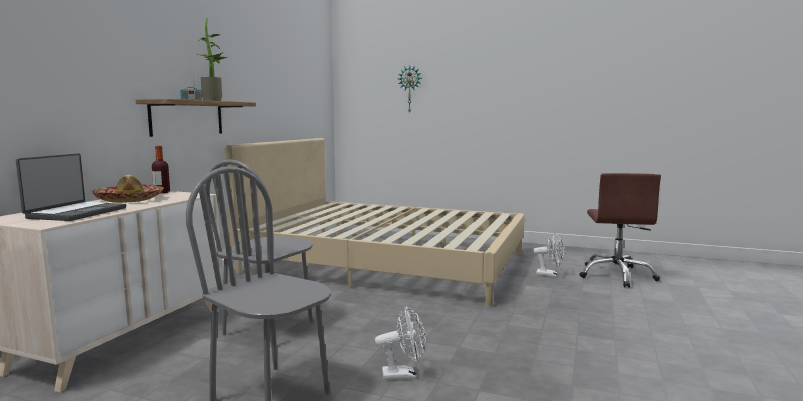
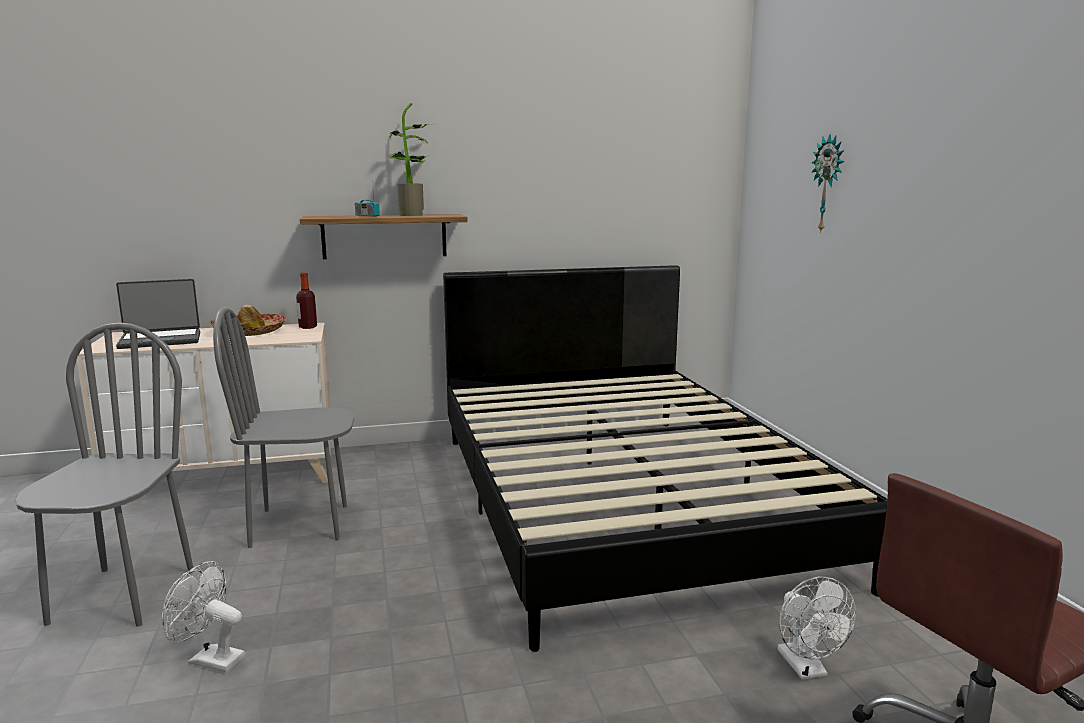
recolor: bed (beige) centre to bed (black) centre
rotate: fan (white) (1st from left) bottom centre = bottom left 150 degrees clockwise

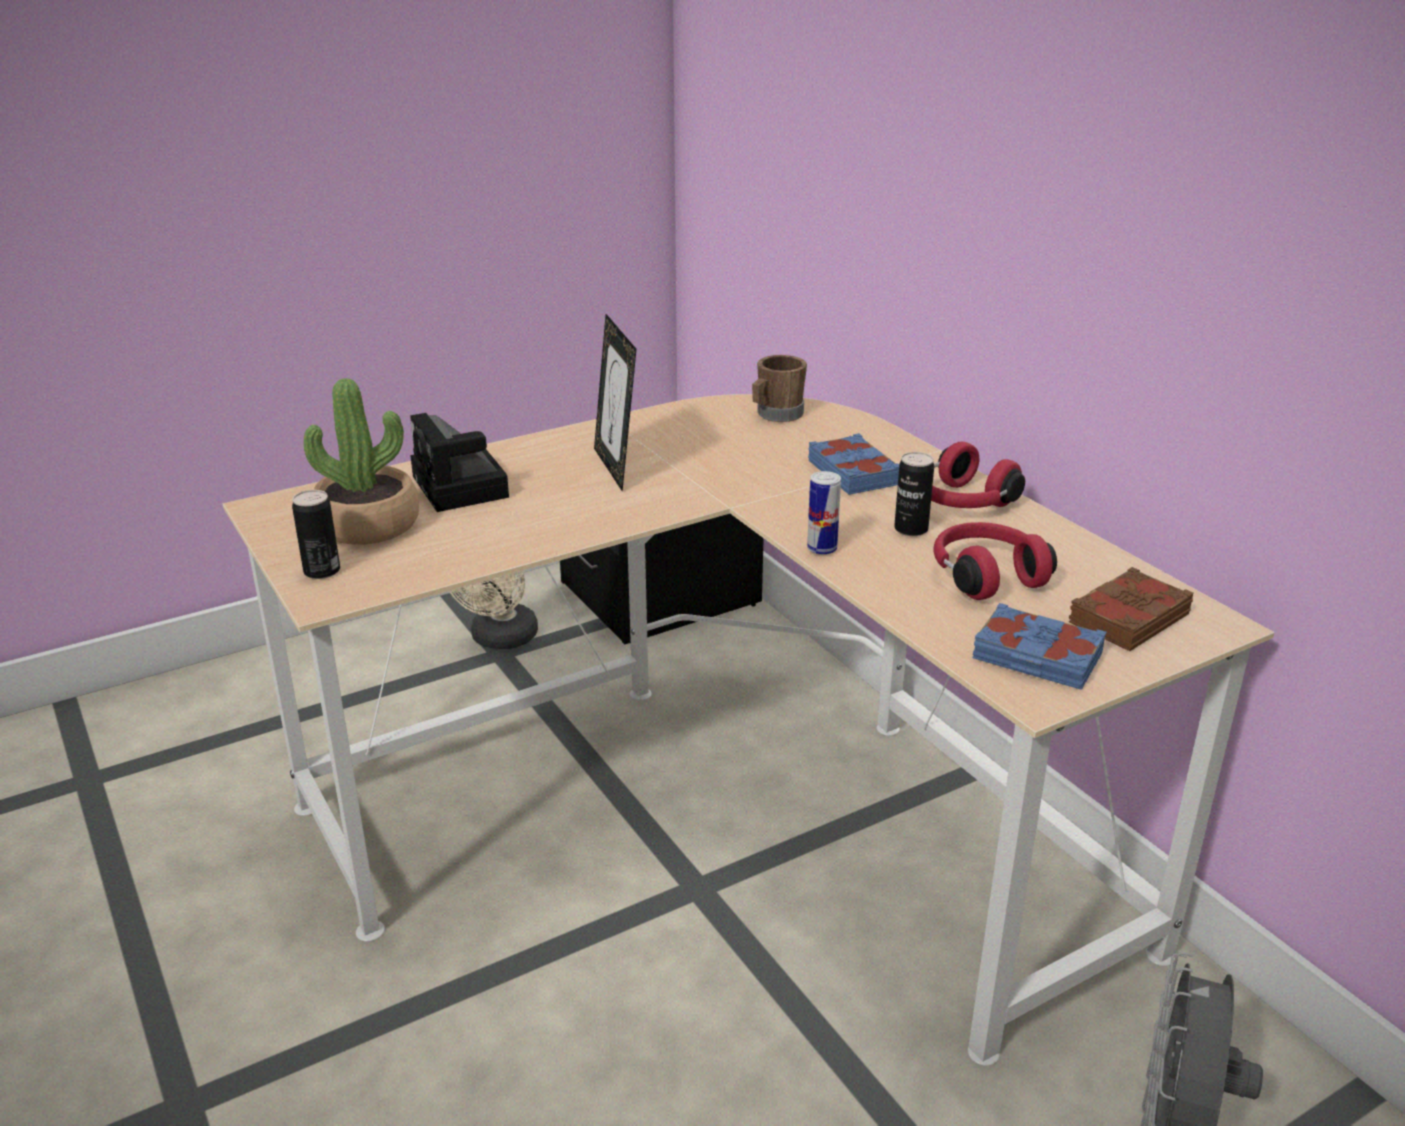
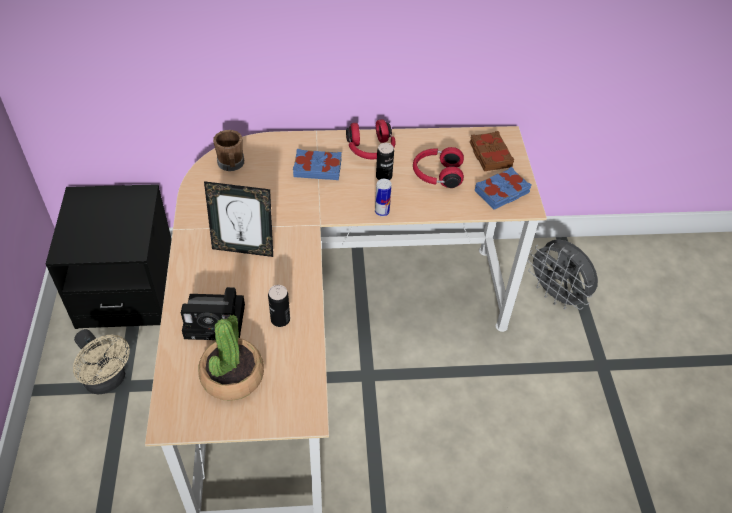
move: can (1st from left) middle left to centre

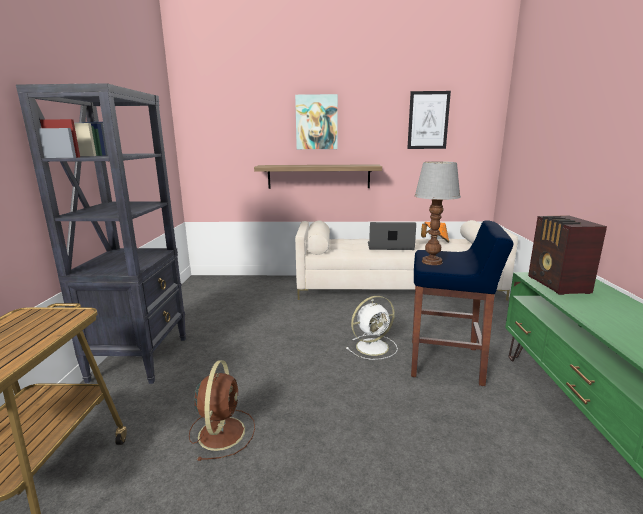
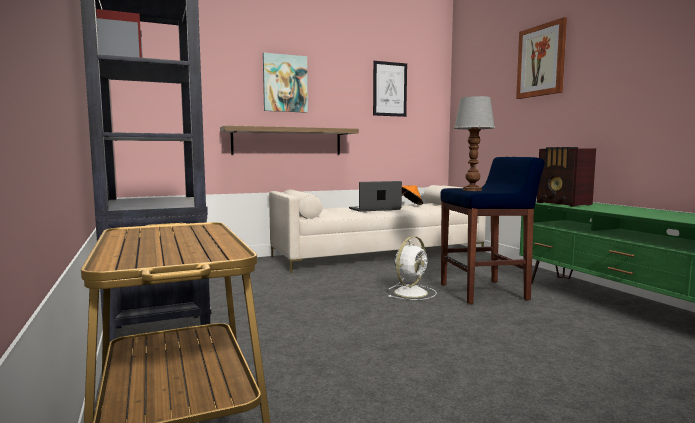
delete: fan (brown) bottom centre
insert: picture (3rd from left) top right

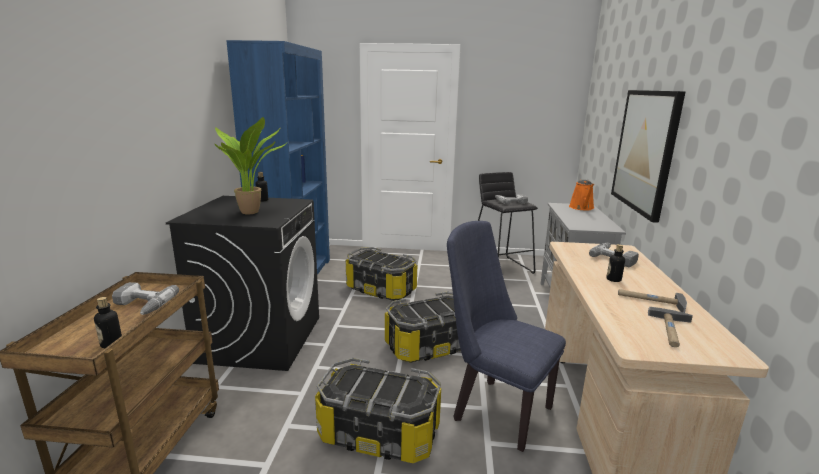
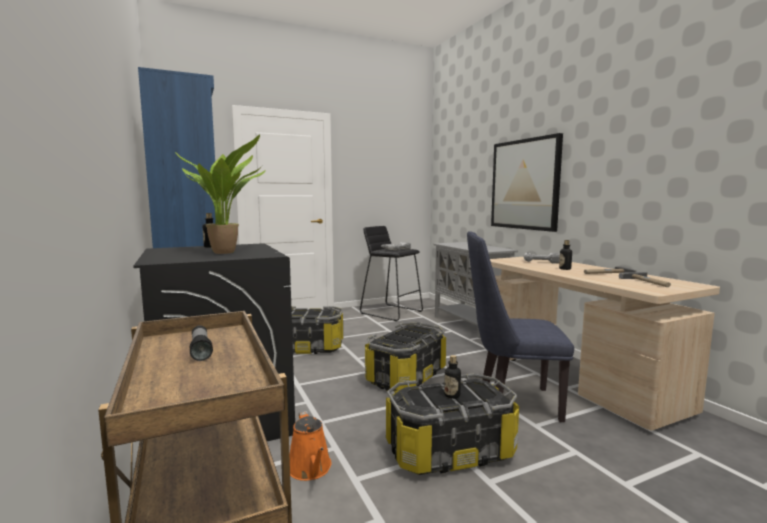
move: bottle (1st from left in the first image) bottom left to bottle (2nd from left) bottom centre; watering can (orange) middle right to bottom centre
replace: power drill (1st from left) middle left to flashlight middle left

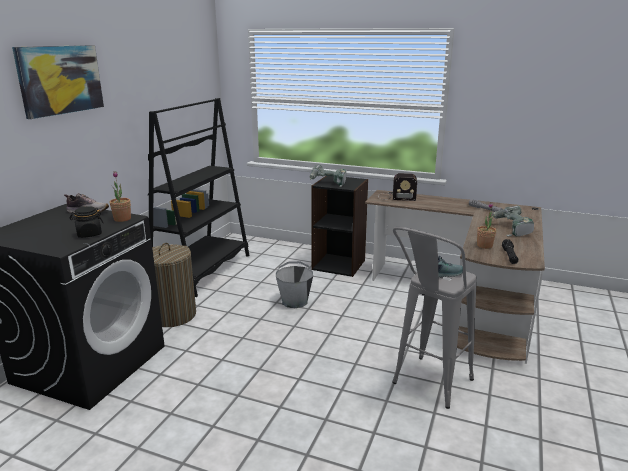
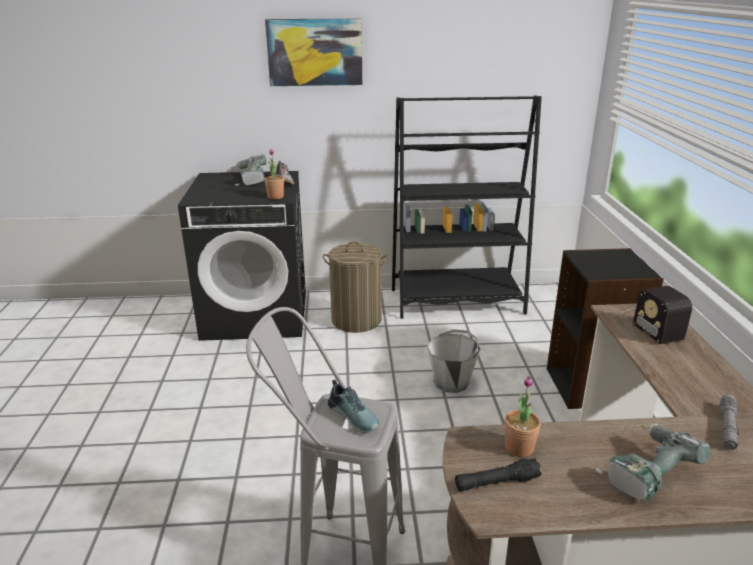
delete: jar (black) middle left
move: power drill (1st from left) centre to top left

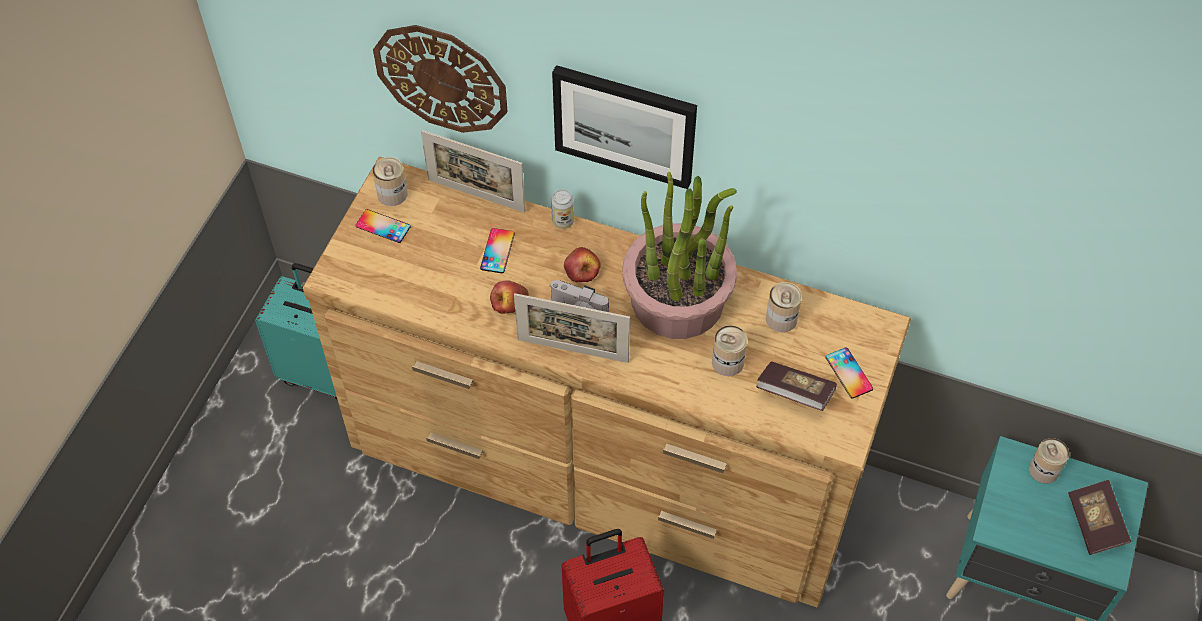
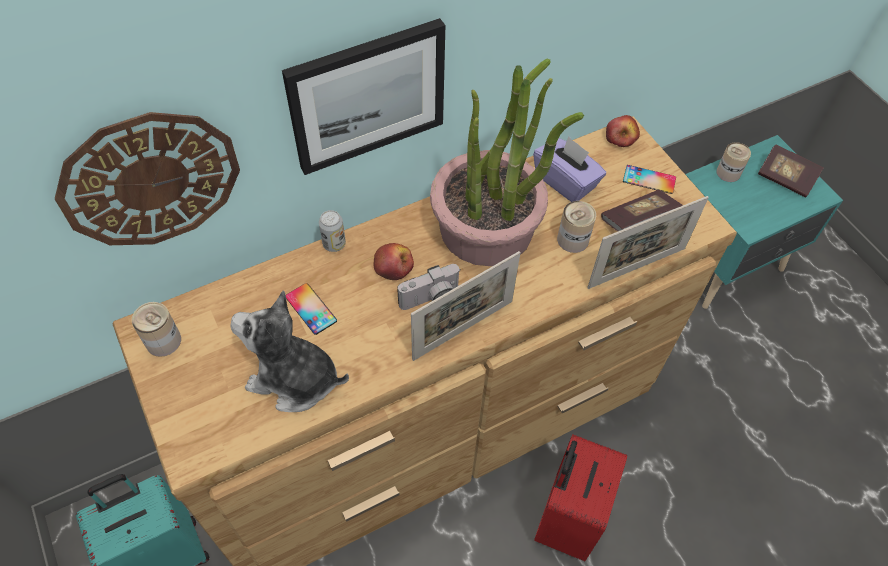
delete: phone (1st from left) middle left
insert: plush toy middle left
move: picture frame (1st from left in the first image) top centre to picture frame (2nd from left) middle right; apple (1st from left in the first image) centre to apple (2nd from left) top right
replace: can (4th from left) centre to tissue box (purple) top centre

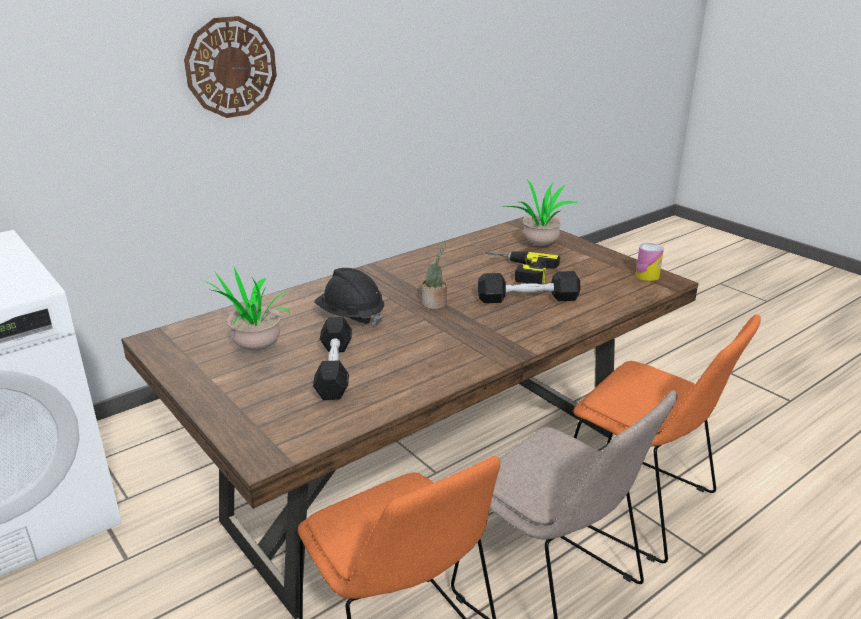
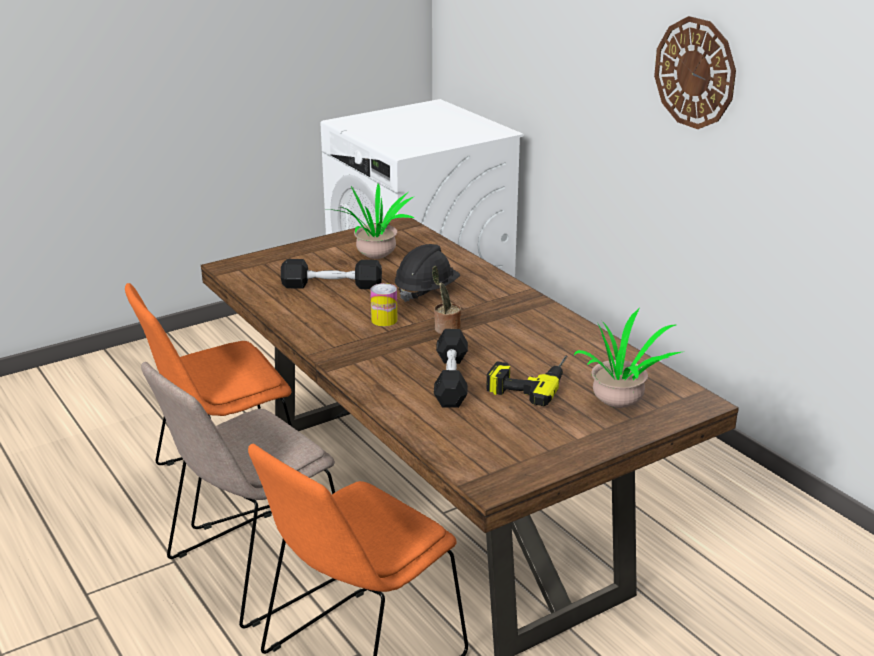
move: can middle right to centre

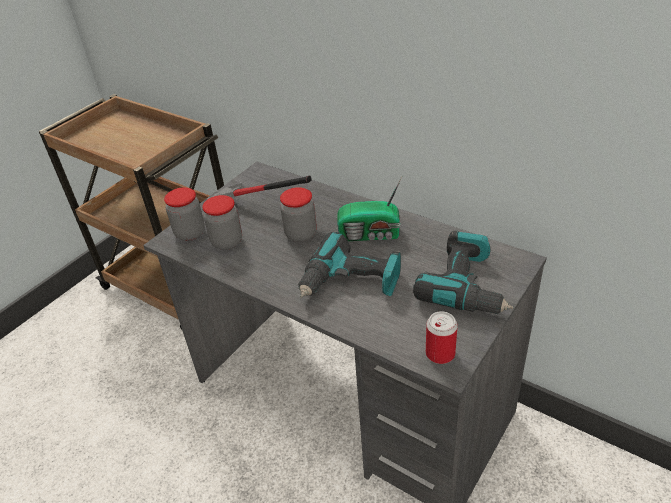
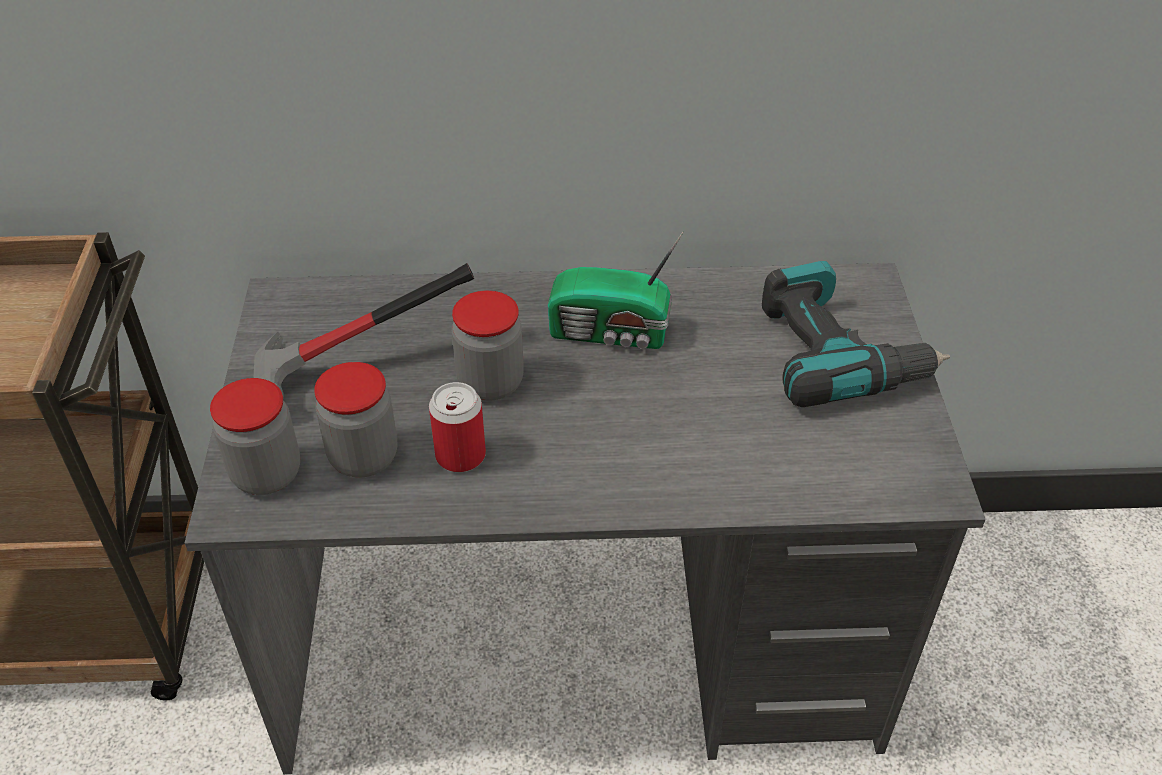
delete: power drill (1st from left) centre
move: can bottom centre to centre
rotate: radio centre = centre 45 degrees clockwise

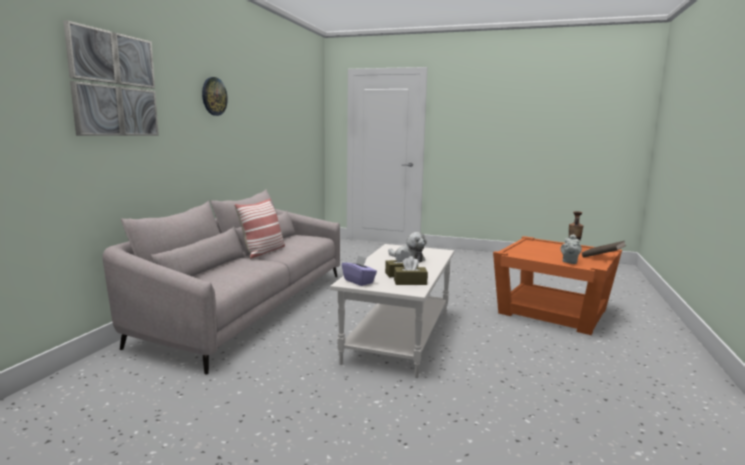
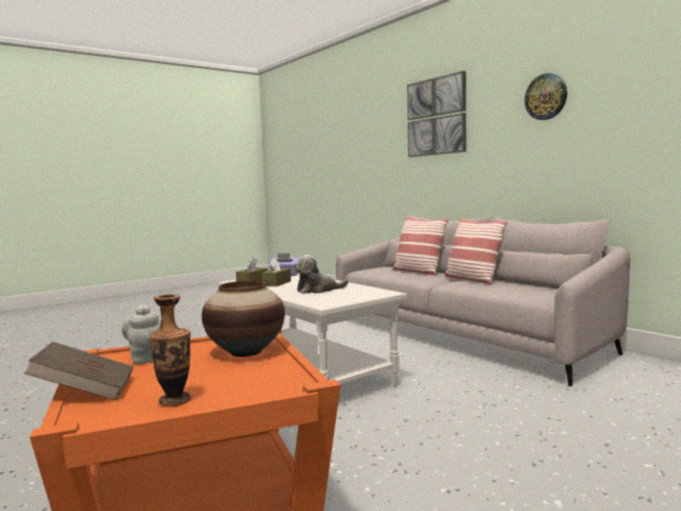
insert: vase (2nd from left) centre; pillow (1st from left) centre

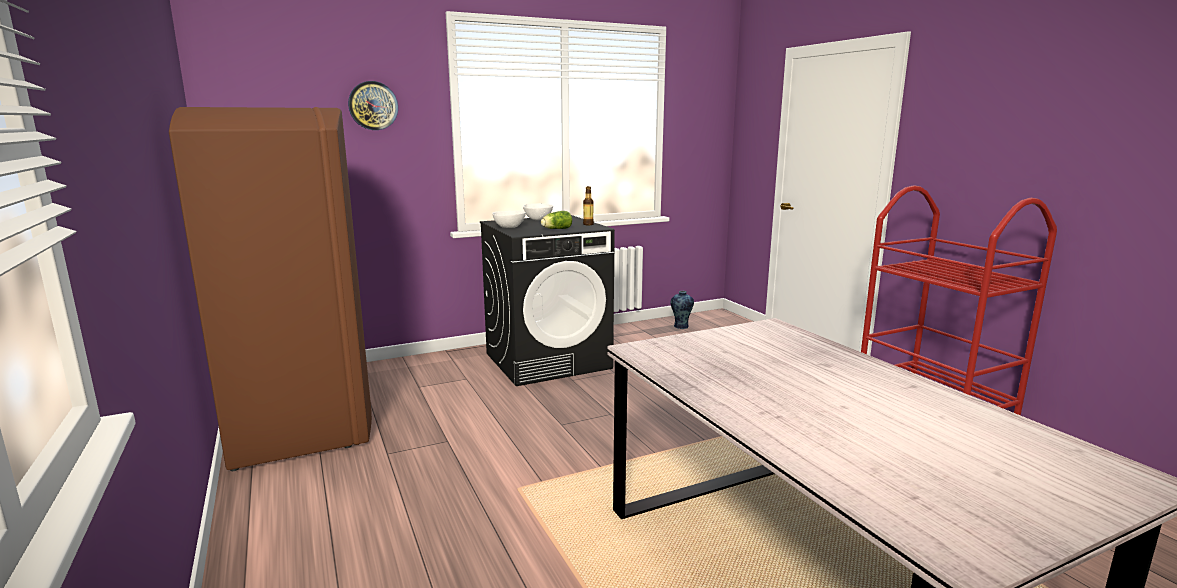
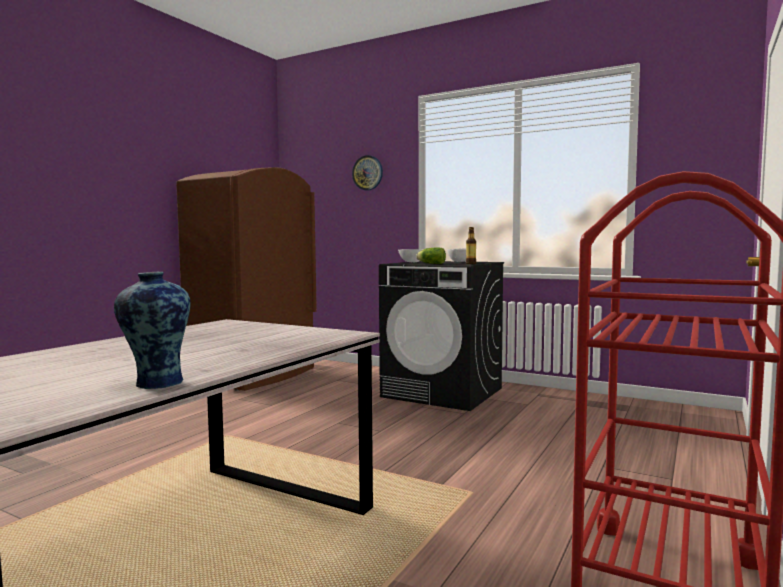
move: vase centre to middle left

